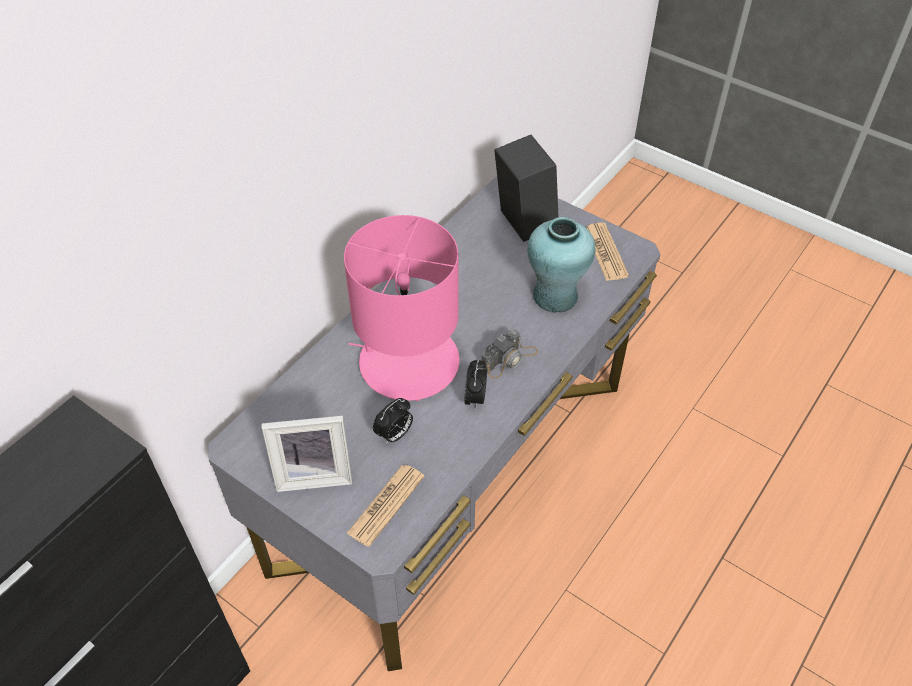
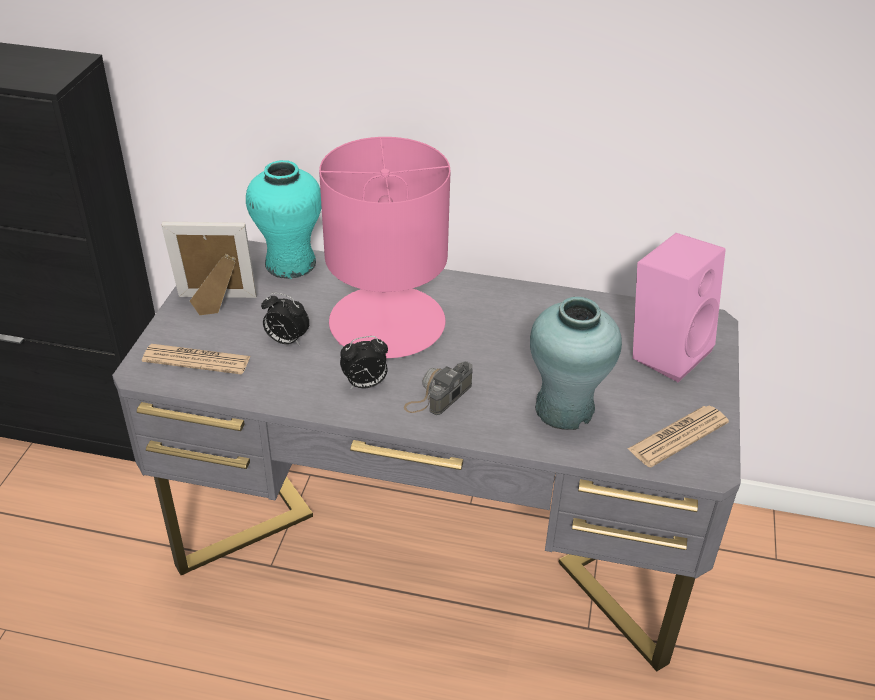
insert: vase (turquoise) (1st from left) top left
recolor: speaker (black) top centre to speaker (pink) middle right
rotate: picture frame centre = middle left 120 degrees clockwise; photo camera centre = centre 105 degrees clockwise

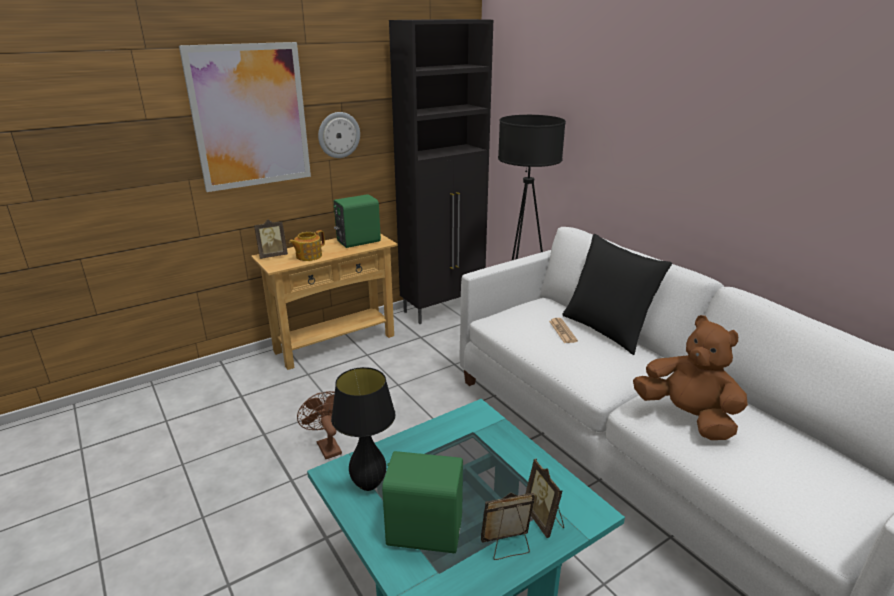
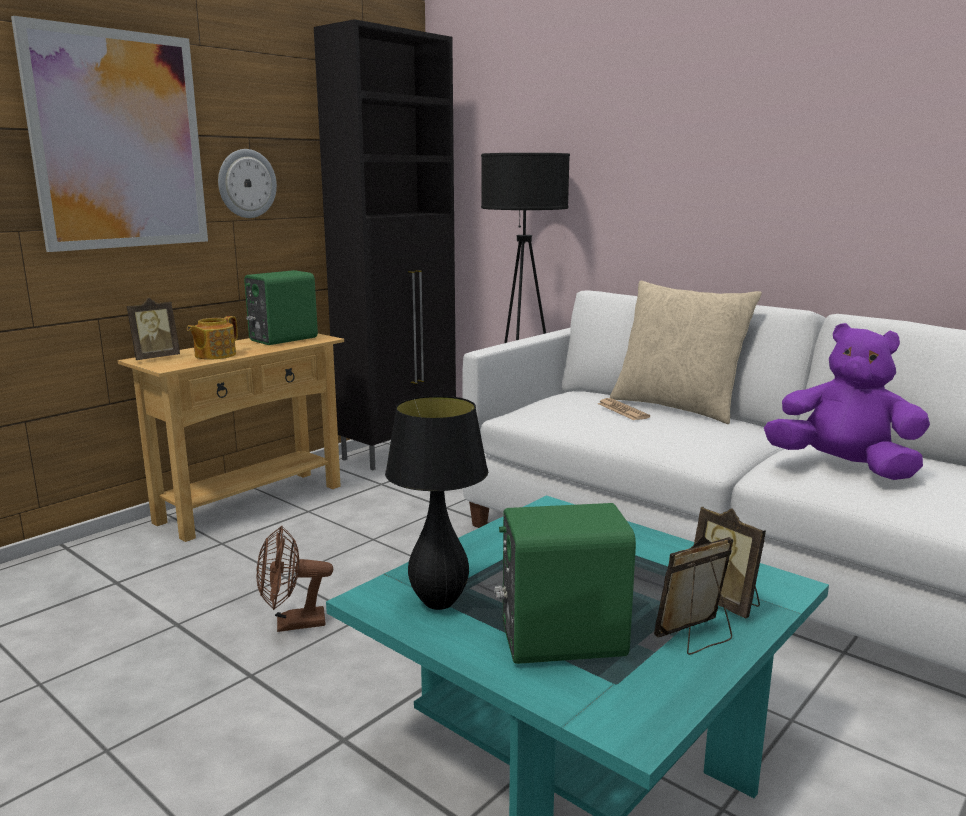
recolor: pillow (black) middle right to pillow (beige) middle right; plush toy (brown) middle right to plush toy (purple) middle right
rotate: fan (brown) bottom centre = bottom left 60 degrees counterclockwise

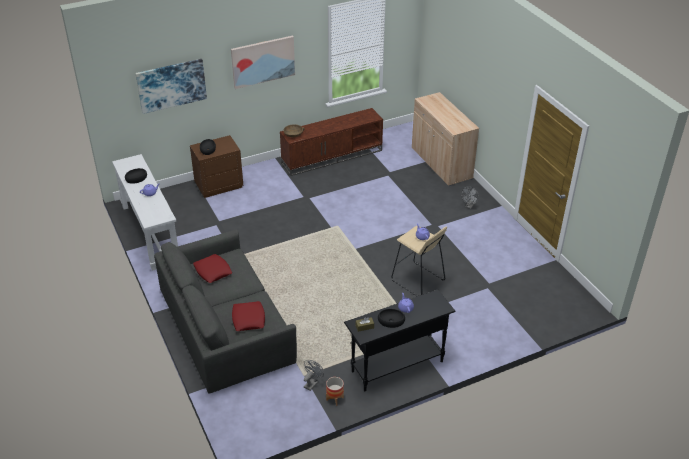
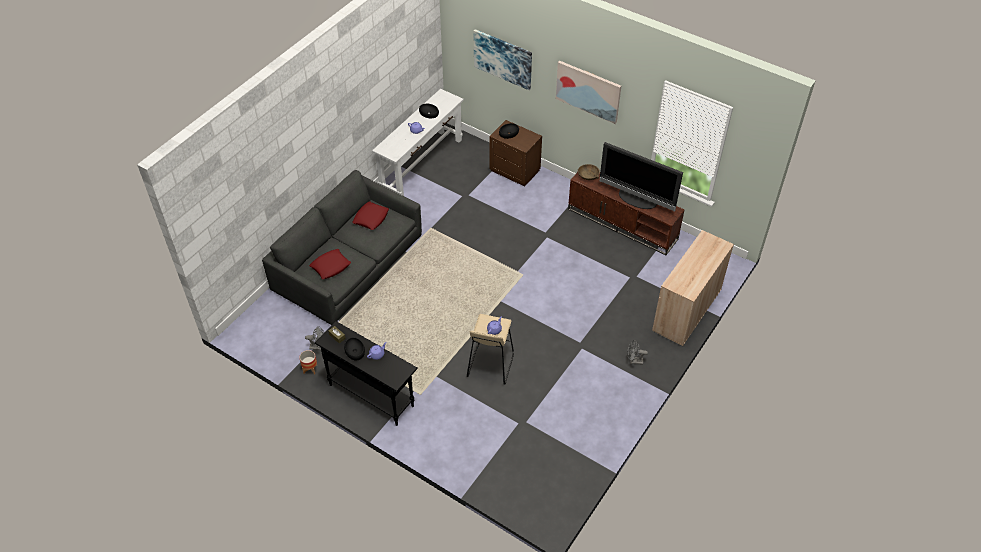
insert: television top centre

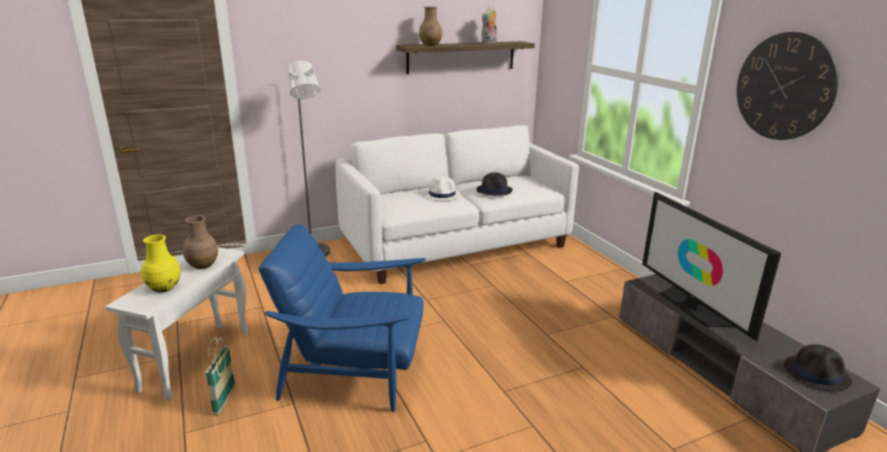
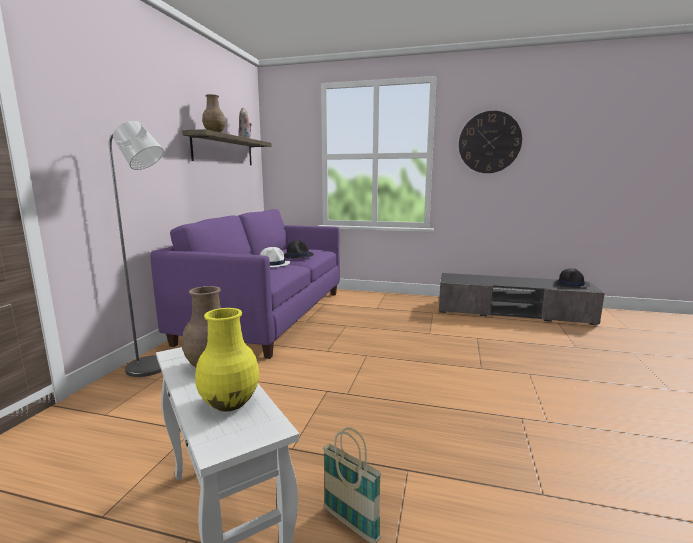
delete: armchair (blue) bottom centre; television middle right
recolor: sofa (white) centre to sofa (purple) centre

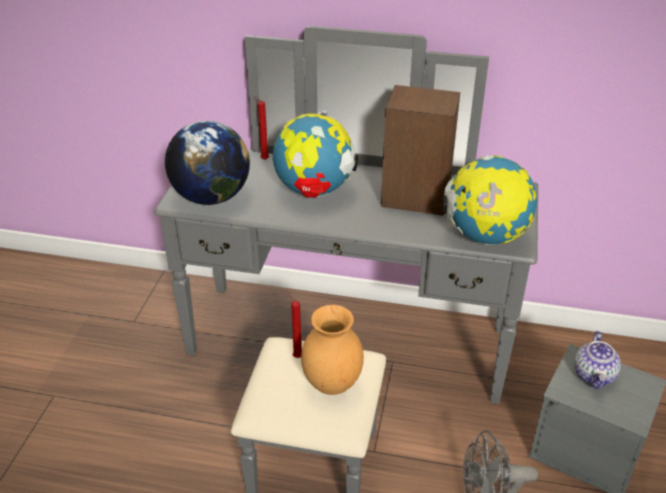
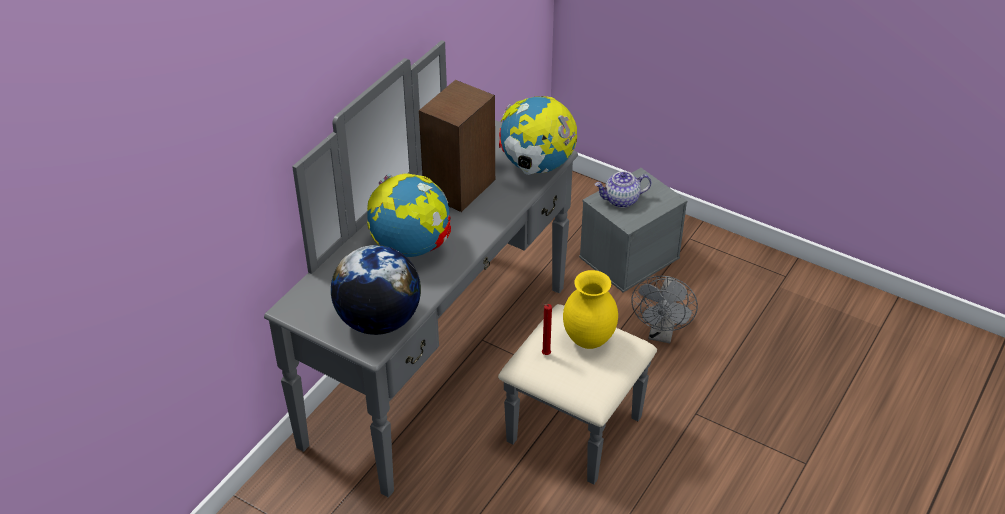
delete: candle (red) (1st from left) top centre
recolor: vase (brown) bottom centre to vase (yellow) centre
rotate: teapot bottom right = centre 135 degrees clockwise

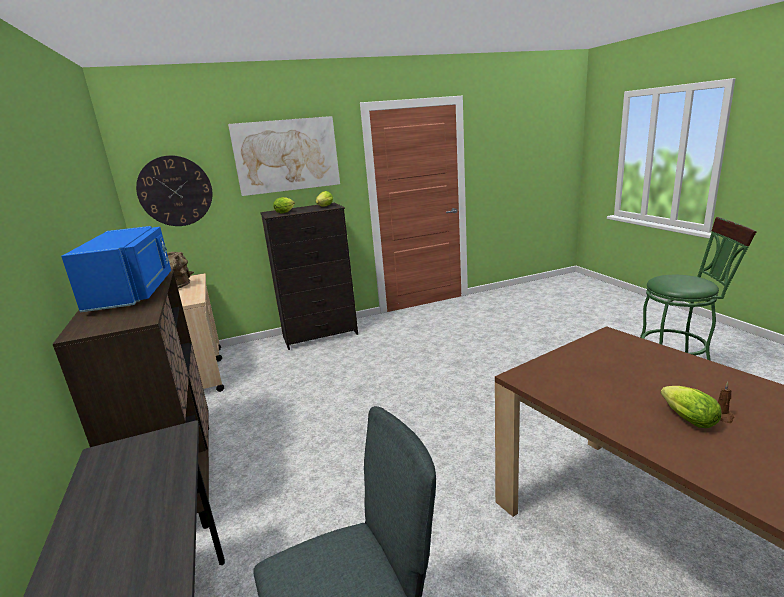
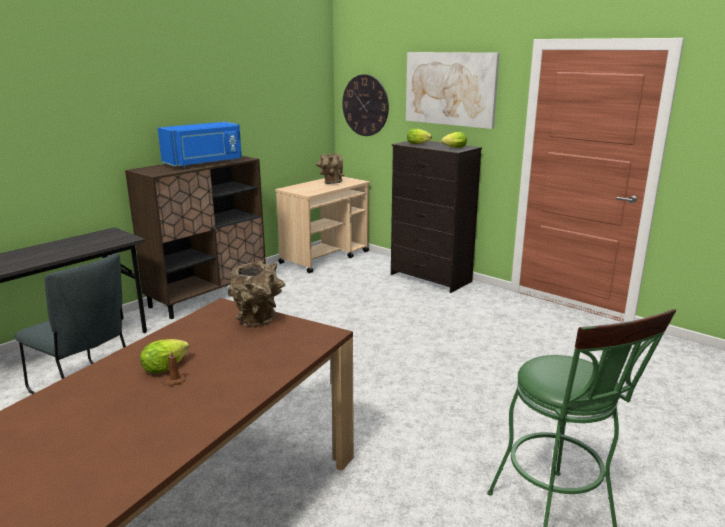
insert: vase (brown) (1st from left) centre

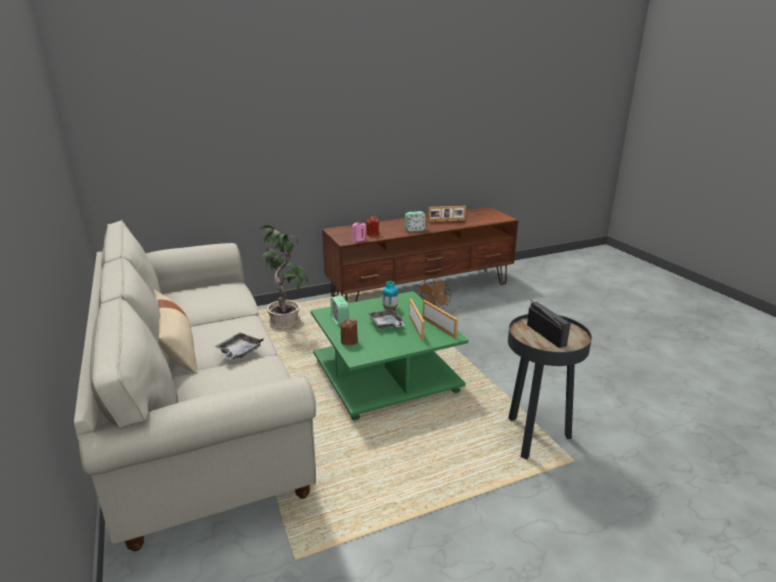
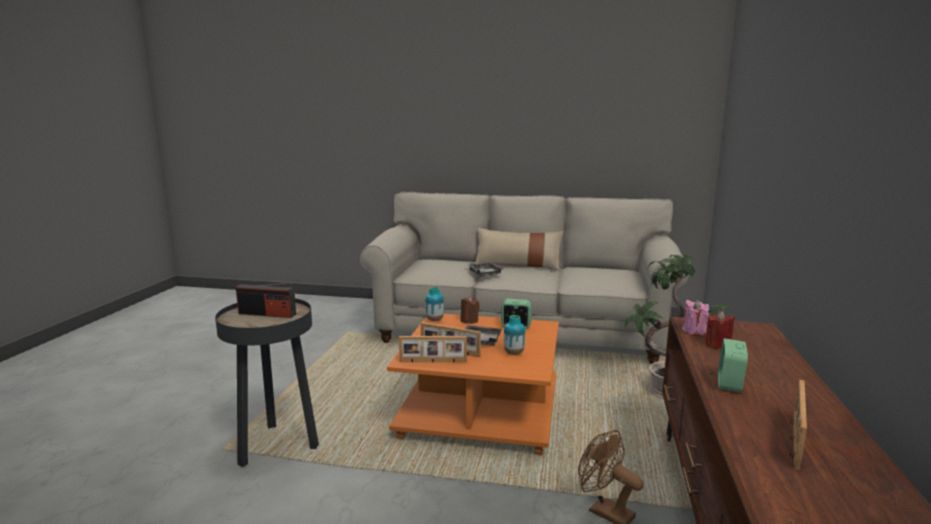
insert: vase (1st from left) centre
recolor: coffee table (green) centre to coffee table (orange) bottom centre

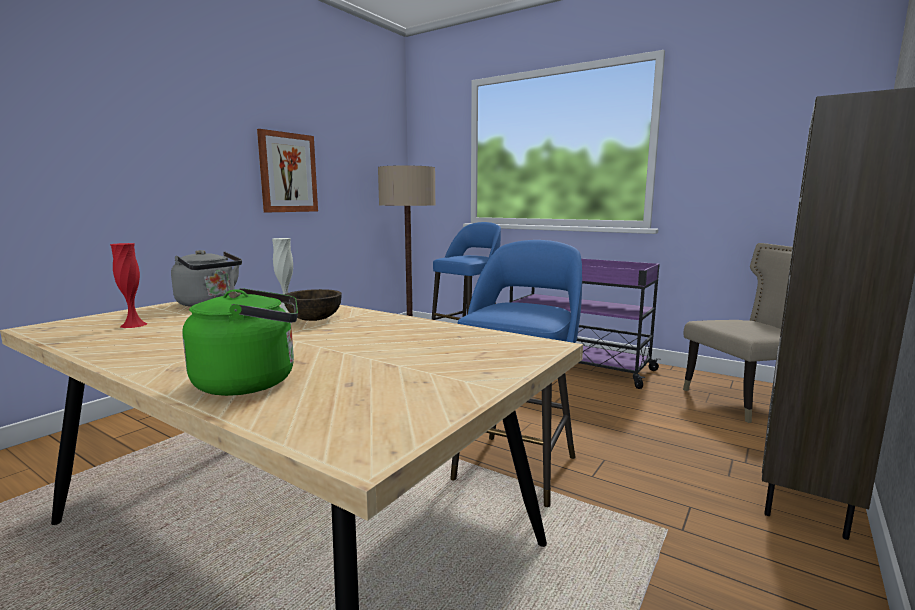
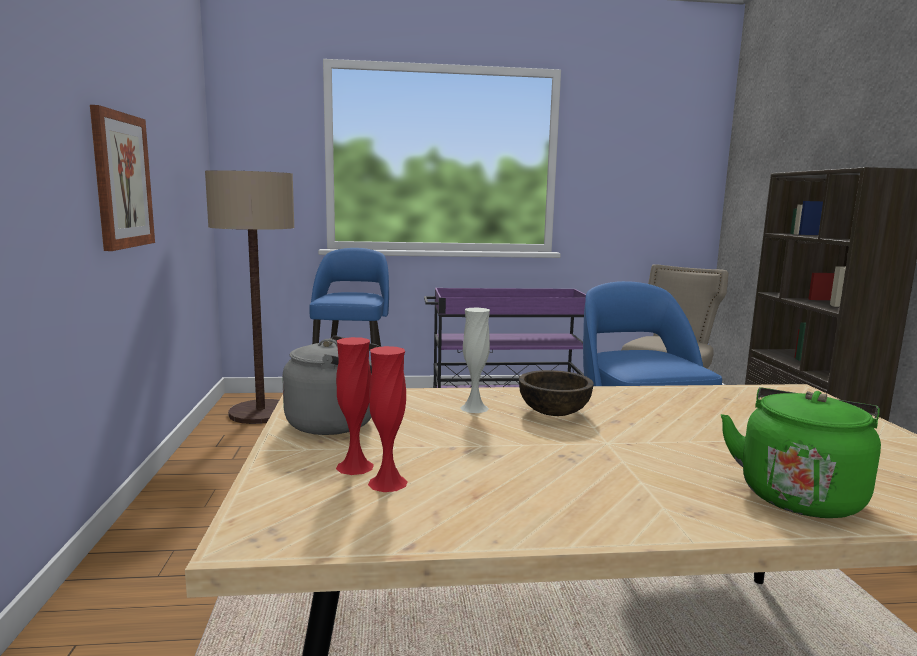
insert: vase (red) (1st from left) centre

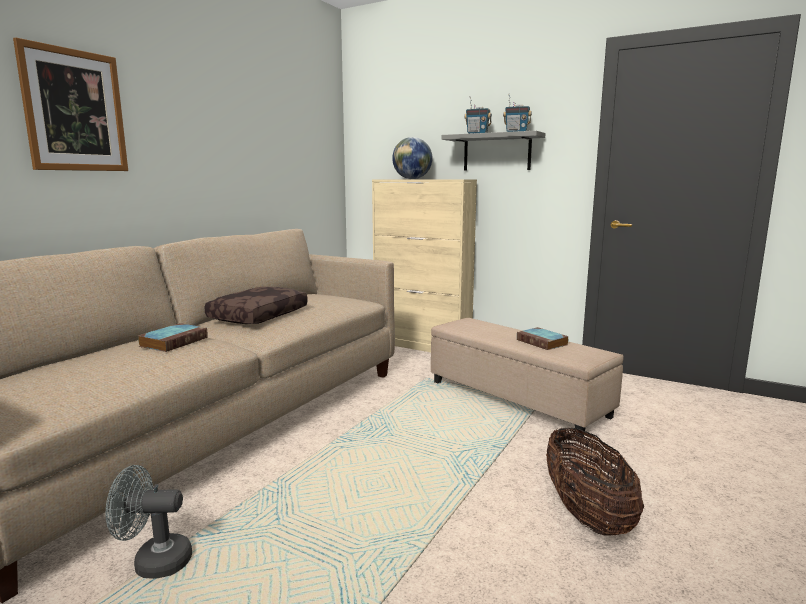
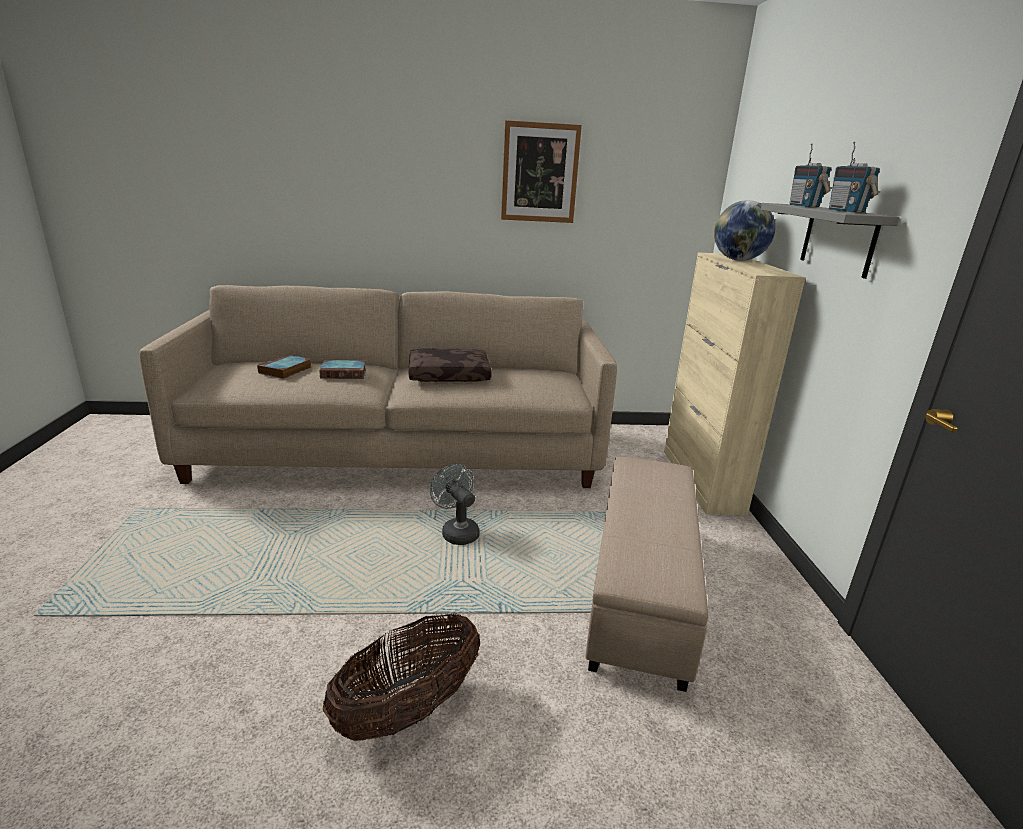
move: picture top left to top centre; fan (grey) bottom left to centre; book (2nd from left in the first image) middle right to book (1st from left) middle left

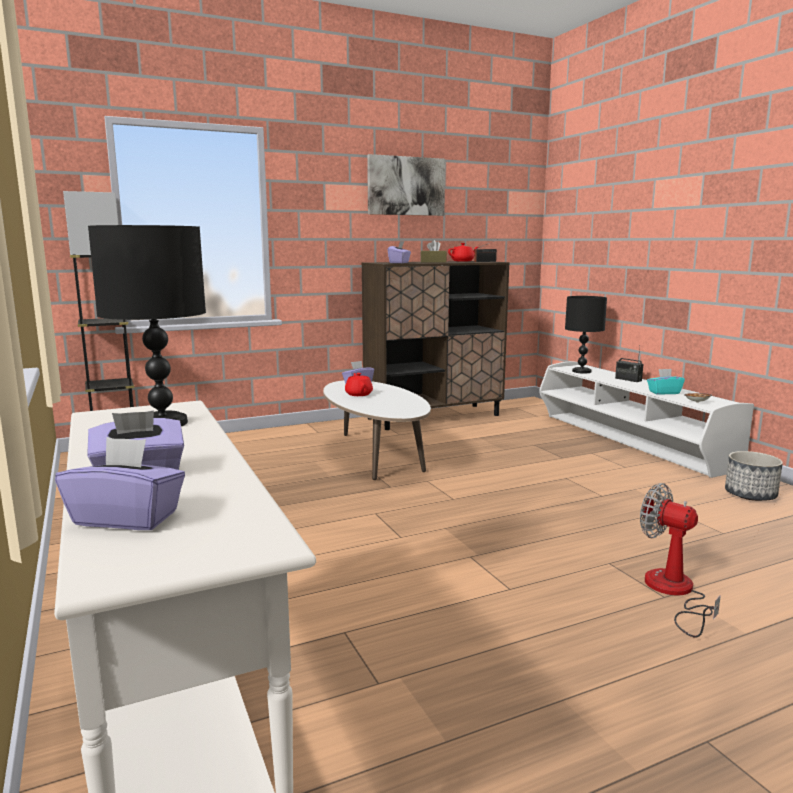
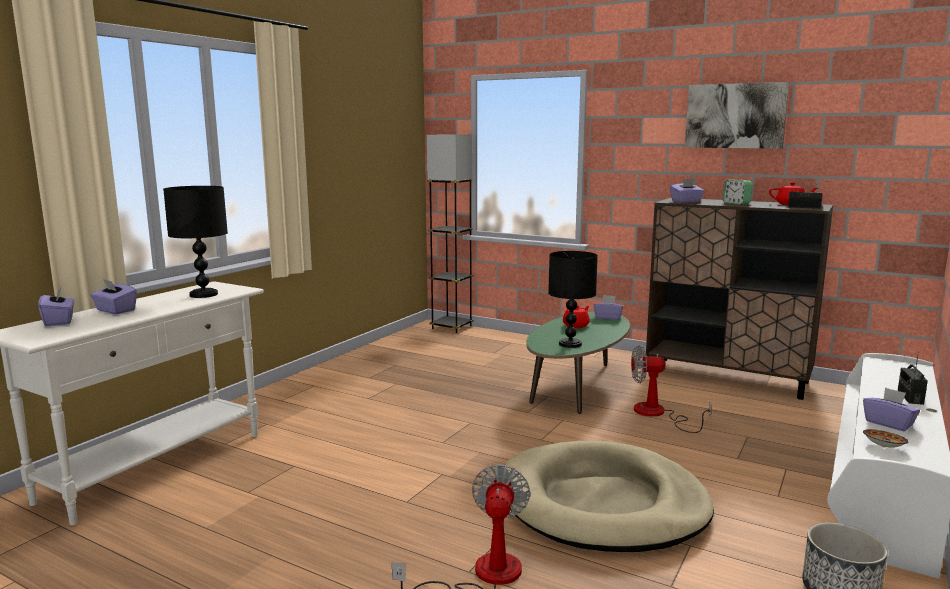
insert: dog bed (beige) bottom centre; fan (2nd from left) middle right
move: table lamp (black) (2nd from left) middle right to centre
replace: tissue box (brown) top centre to alarm clock top right
recolor: coffee table (white) centre to coffee table (green) centre; tissue box (turquoise) middle right to tissue box (purple) (5th from left) bottom right

